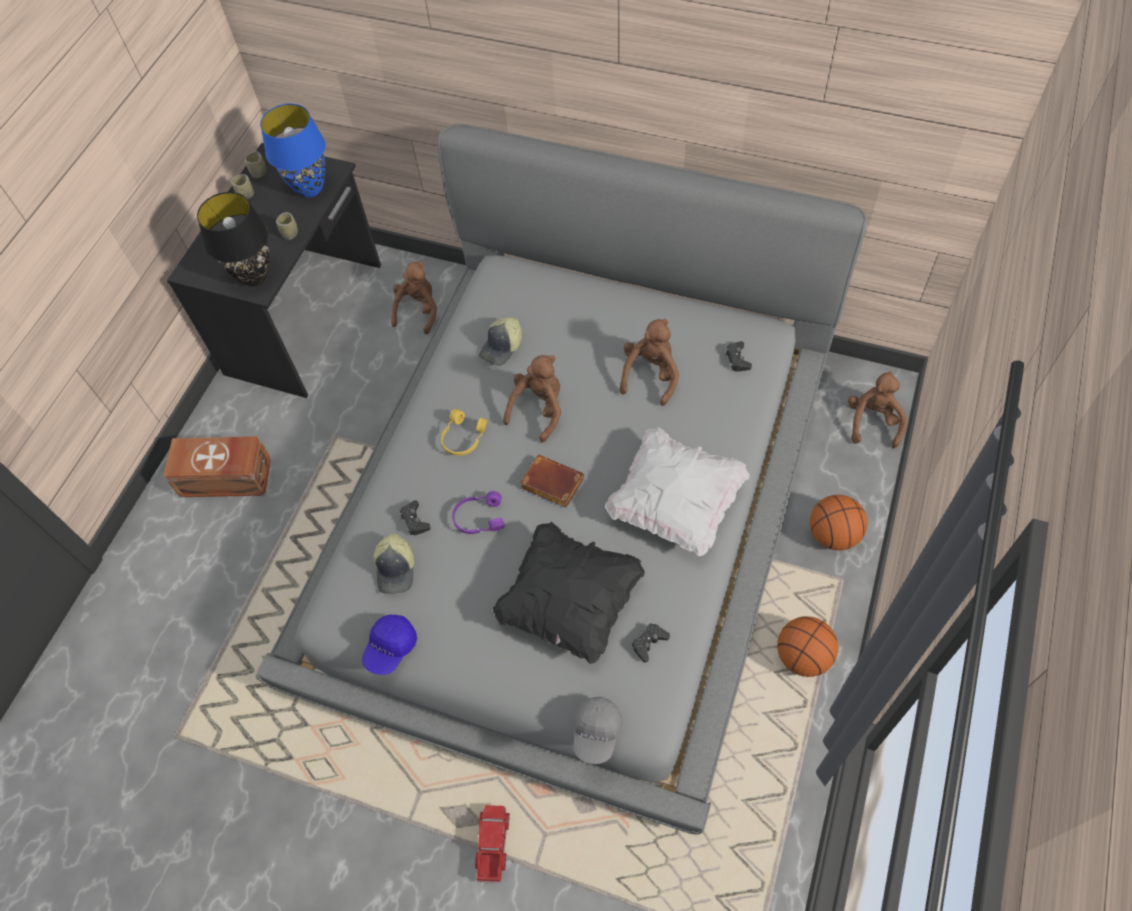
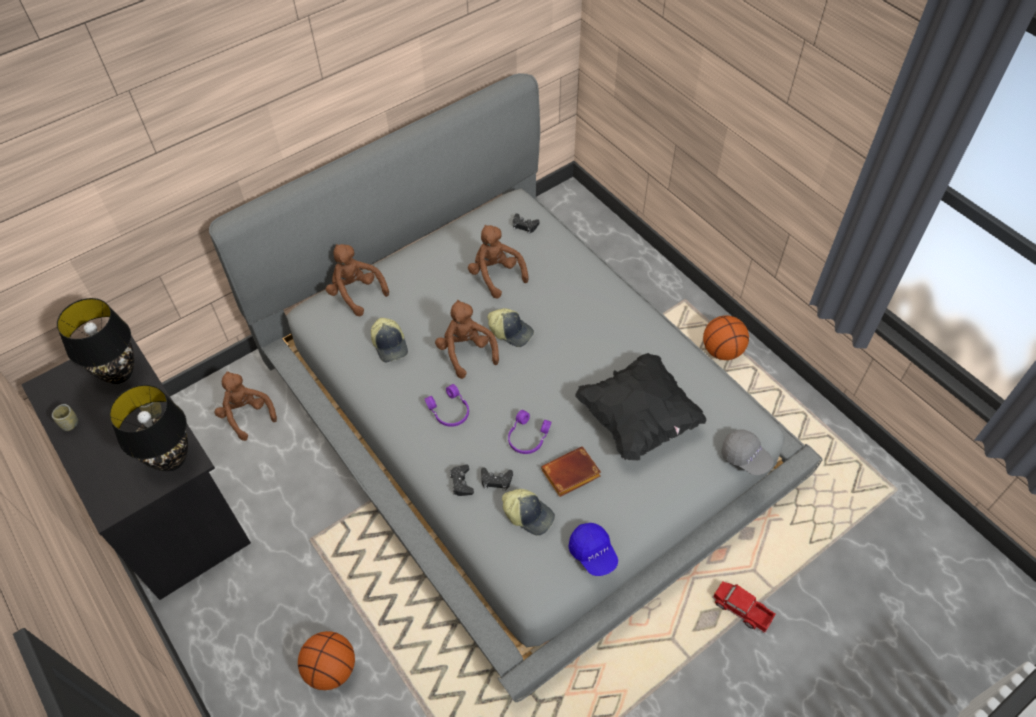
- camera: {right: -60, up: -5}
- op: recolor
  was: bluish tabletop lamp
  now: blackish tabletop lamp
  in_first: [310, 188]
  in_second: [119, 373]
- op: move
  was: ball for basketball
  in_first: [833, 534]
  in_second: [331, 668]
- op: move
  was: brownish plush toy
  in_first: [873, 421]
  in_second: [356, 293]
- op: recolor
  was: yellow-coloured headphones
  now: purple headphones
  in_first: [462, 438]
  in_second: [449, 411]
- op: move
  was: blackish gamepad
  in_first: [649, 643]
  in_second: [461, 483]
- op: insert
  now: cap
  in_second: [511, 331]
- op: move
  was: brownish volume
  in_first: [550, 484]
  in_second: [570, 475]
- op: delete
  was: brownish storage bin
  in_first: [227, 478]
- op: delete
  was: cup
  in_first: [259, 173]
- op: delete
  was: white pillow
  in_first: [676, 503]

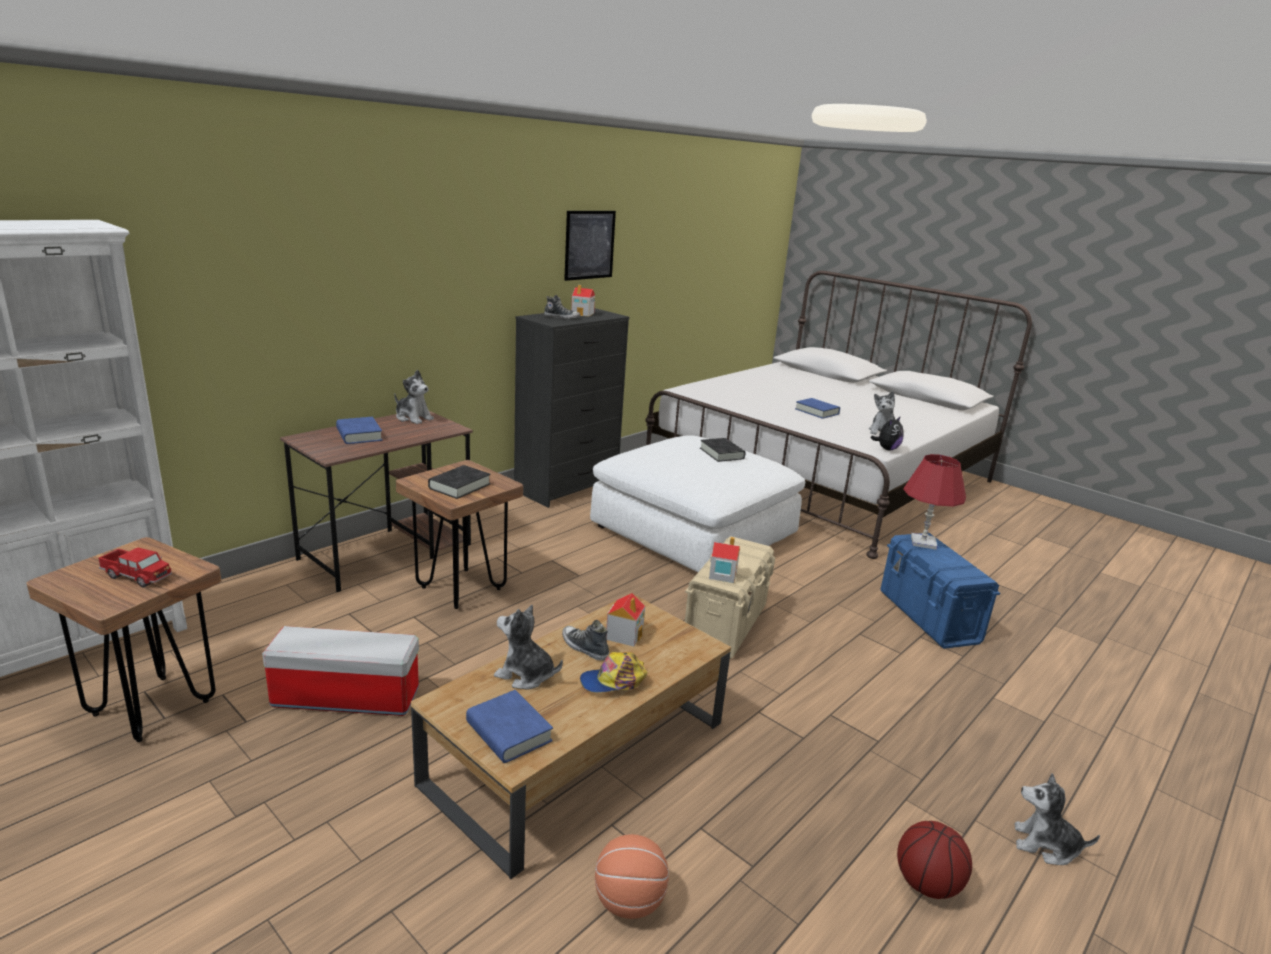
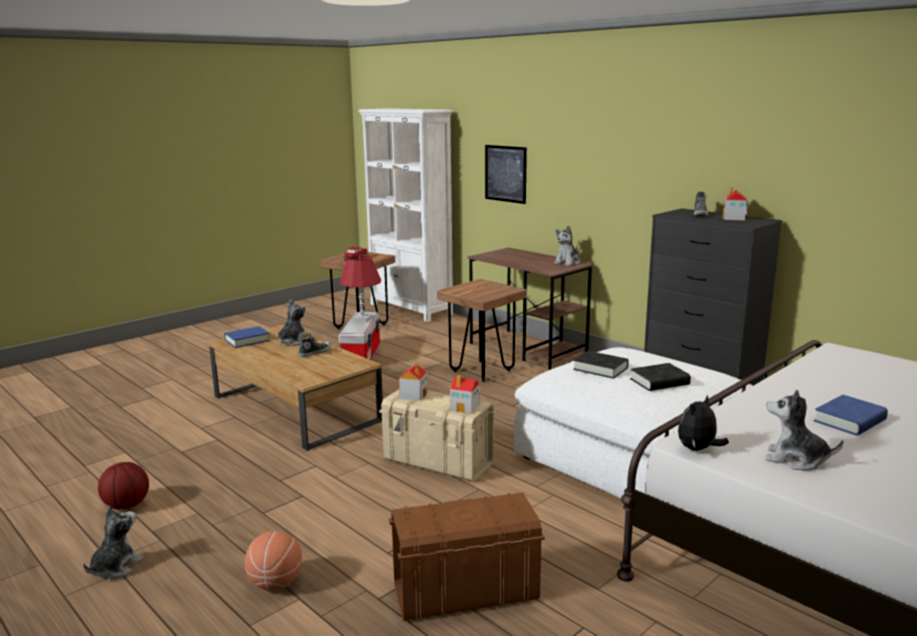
- camera: {right: 95, up: -5}
- op: move
  was: ball for basketball
  in_first: [629, 902]
  in_second: [275, 584]
- op: move
  was: reddish tabletop lamp
  in_first: [923, 542]
  in_second: [362, 318]
- op: recolor
  was: bluish storage bin
  now: brownish storage bin
  in_first: [928, 617]
  in_second: [464, 592]
- op: move
  was: toy house
  in_first: [624, 635]
  in_second: [465, 407]
- op: move
  was: picture
  in_first: [589, 245]
  in_second: [505, 173]
- op: move
  was: blackish volume
  in_first: [459, 486]
  in_second: [600, 368]
- op: rotate
  was: plush toy
  in_first: [886, 449]
  in_second: [698, 449]
  clockwise: 90
- op: delete
  was: bluish volume
  in_first: [359, 435]
- op: delete
  was: cap
  in_first: [613, 681]

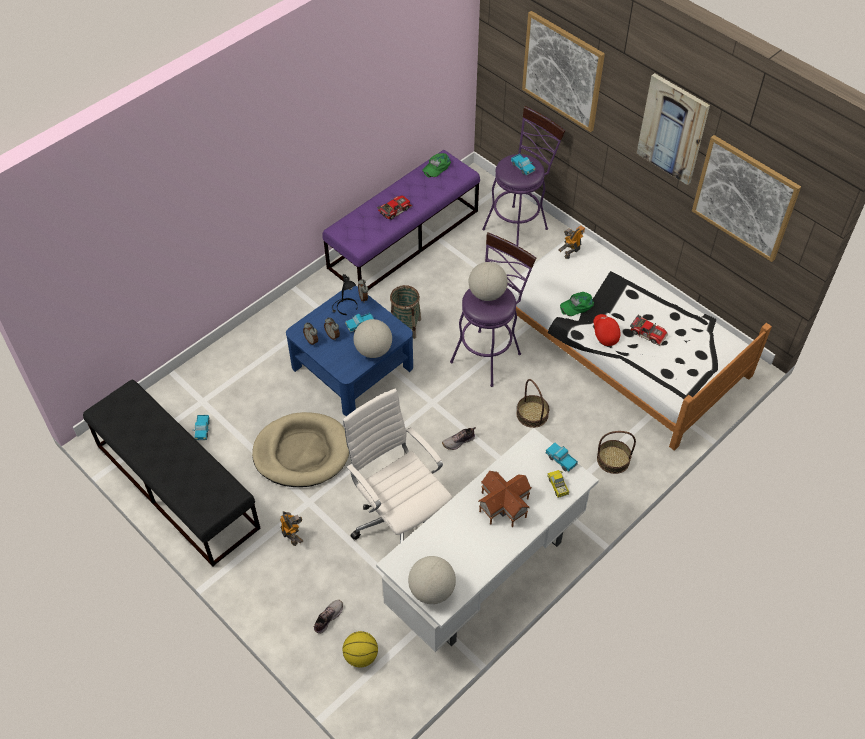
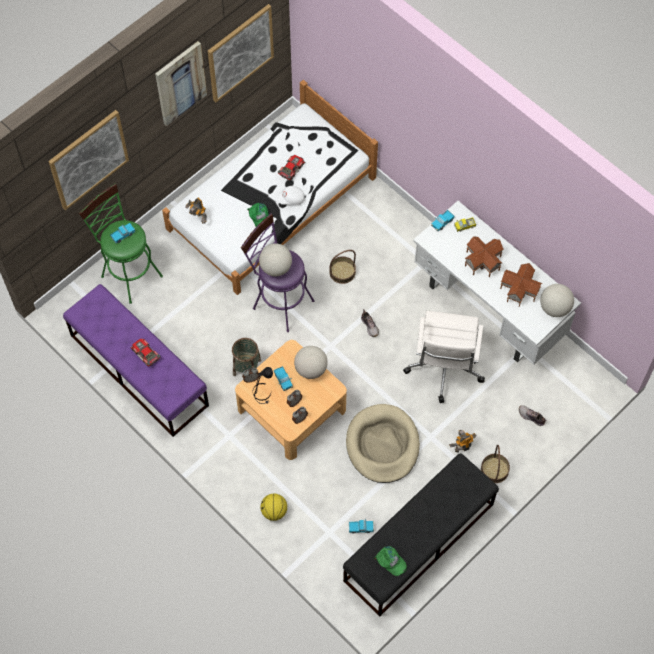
- camera: {right: -90, up: 10}
- op: recolor
  was: purple stool
  now: green-coloured stool
  in_first: [518, 226]
  in_second: [128, 273]
- op: recolor
  was: bluish lounge table
  now: beige lounge table
  in_first: [353, 366]
  in_second: [291, 409]
- op: move
  was: ball for basketball
  in_first: [360, 656]
  in_second: [274, 511]
- op: recolor
  was: reddish cap
  now: white cap
  in_first: [604, 333]
  in_second: [291, 199]
- op: move
  was: green-coloured cap
  in_first: [436, 167]
  in_second: [390, 561]
- op: rotate
  was: white office chair
  in_first: [400, 519]
  in_second: [444, 368]
  clockwise: -45
- op: move
  was: storage basket
  in_first: [613, 459]
  in_second: [494, 470]
- op: insert
  now: toy house
  in_second: [518, 290]

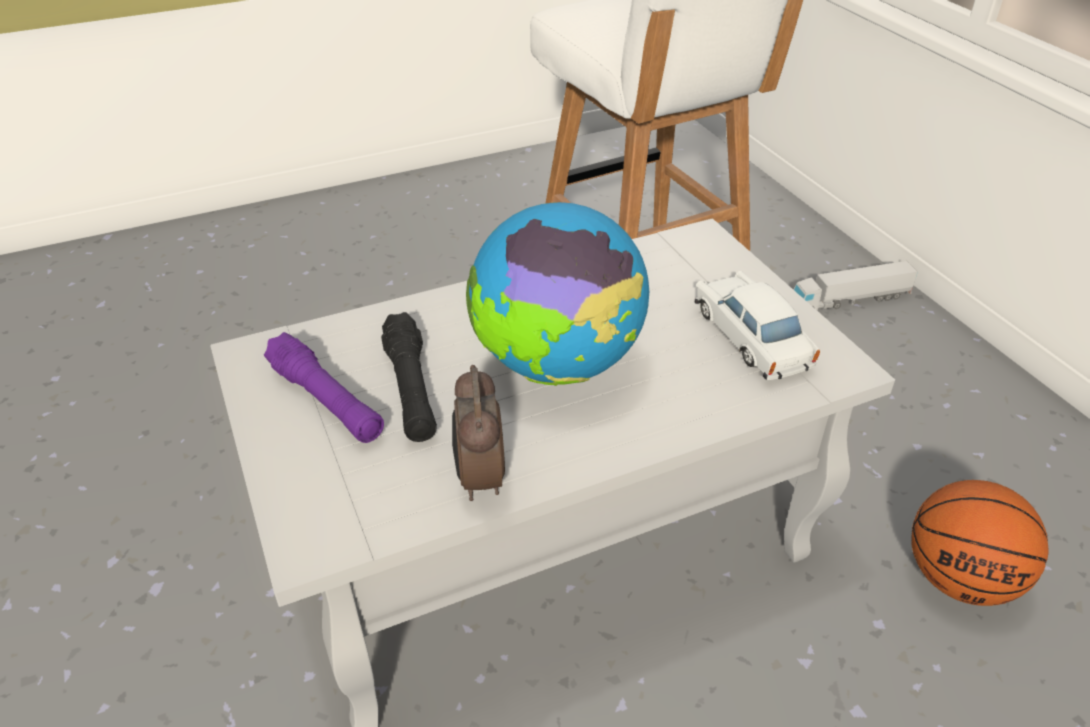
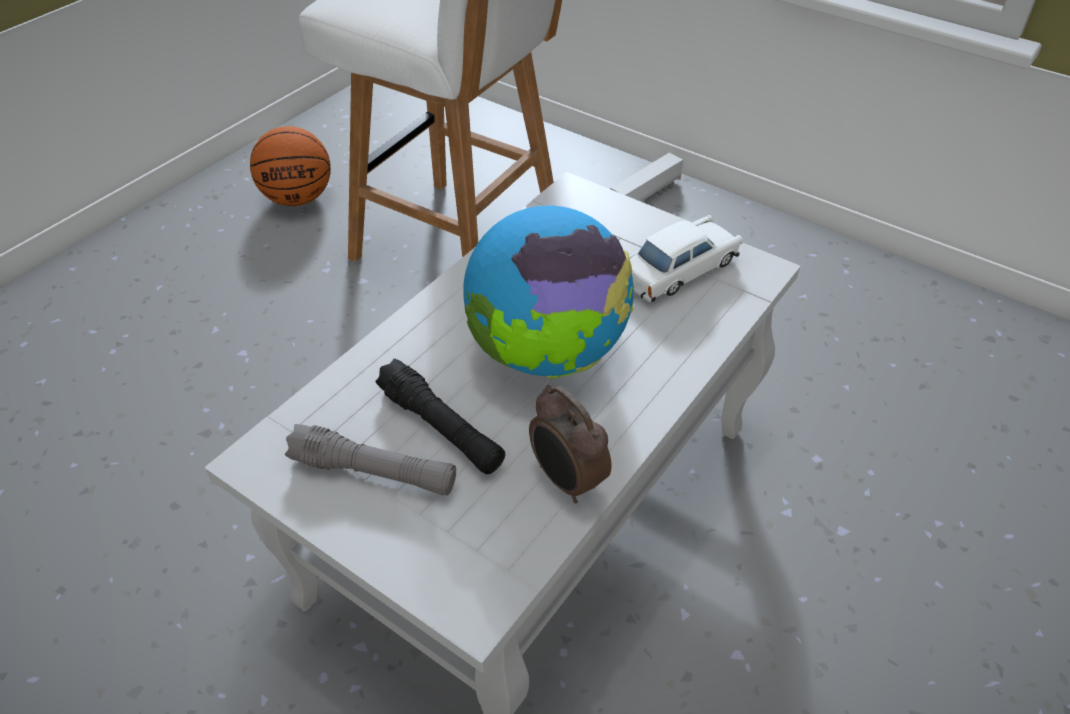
- camera: {right: -30, up: 5}
- op: move
  was: ball for basketball
  in_first: [959, 578]
  in_second: [298, 198]
- op: recolor
  was: purple torch
  now: gray torch
  in_first: [326, 401]
  in_second: [374, 472]
- op: rotate
  was: white model car
  in_first: [751, 338]
  in_second: [677, 270]
  clockwise: 105

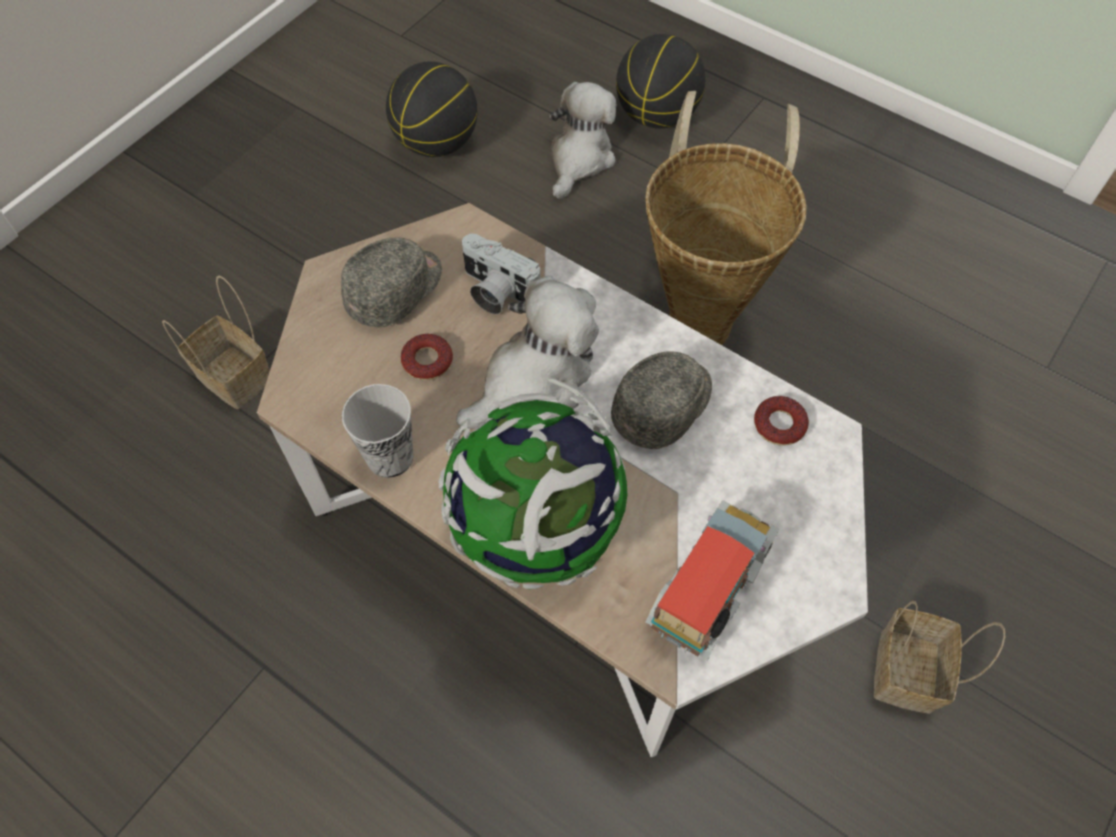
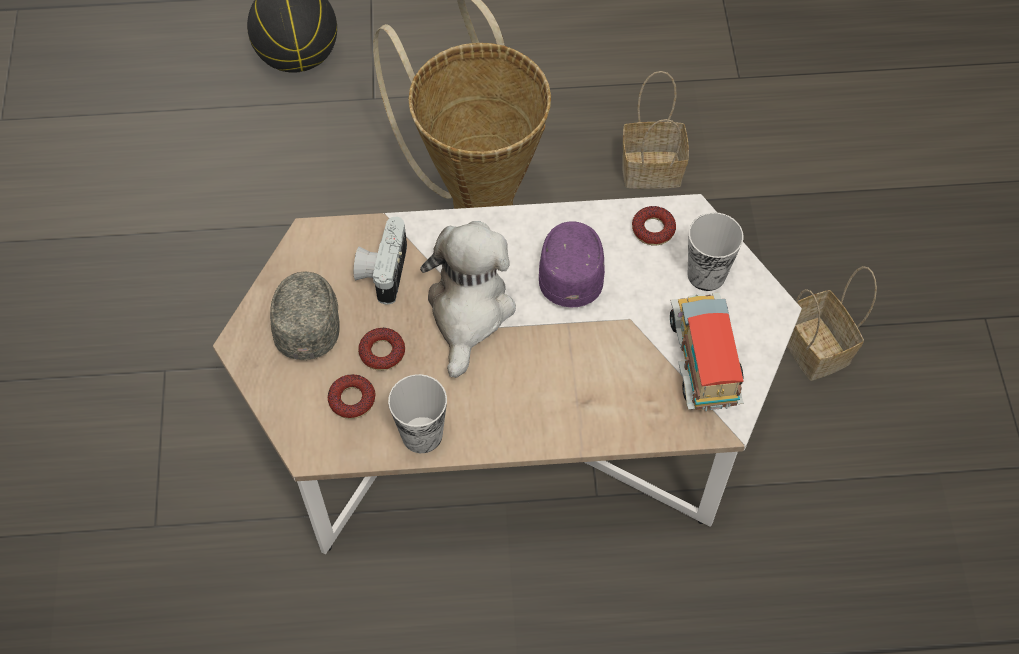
- camera: {right: -40, up: 0}
- op: insert
  now: doughnut
  in_second: [352, 399]
- op: rotate
  was: still camera
  in_first: [495, 292]
  in_second: [382, 270]
  clockwise: 105
- op: recolor
  was: gray cap
  now: purple cap
  in_first: [664, 406]
  in_second: [571, 268]
- op: move
  was: storage basket
  in_first: [237, 377]
  in_second: [653, 168]
- op: insert
  now: cup
  in_second: [706, 274]
- op: delete
  was: ball for basketball
  in_first: [437, 143]
- op: delete
  was: globe
  in_first: [537, 529]
- op: delete
  was: plush toy
  in_first: [579, 159]

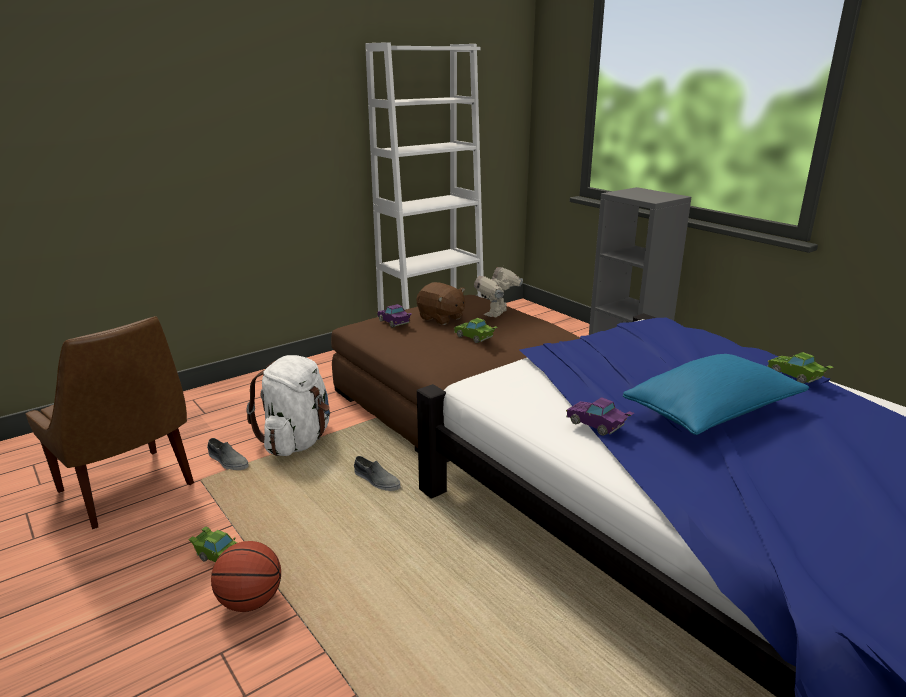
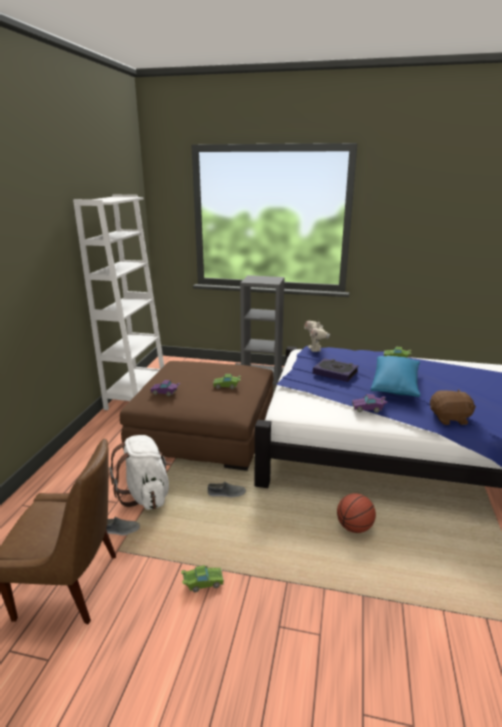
- camera: {right: -40, up: 0}
- op: move
  was: toy robot
  in_first: [497, 314]
  in_second: [315, 349]
- op: insert
  now: volume
  in_second: [335, 373]
- op: move
  was: ball for basketball
  in_first: [250, 601]
  in_second: [354, 527]
- op: move
  was: brownish plush toy
  in_first: [441, 318]
  in_second: [449, 419]

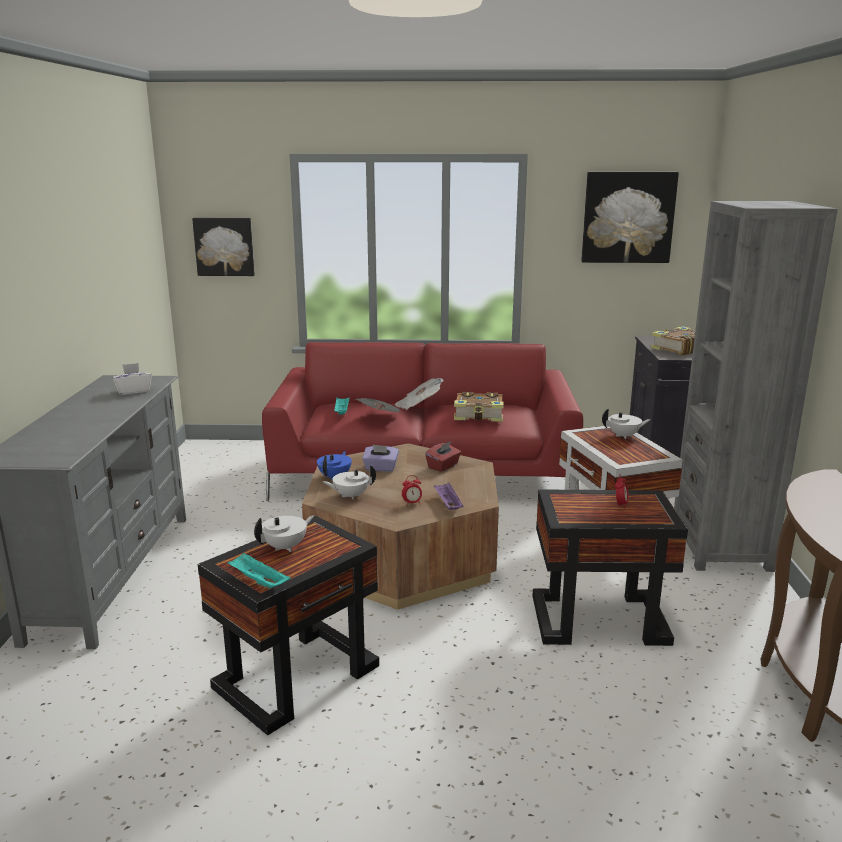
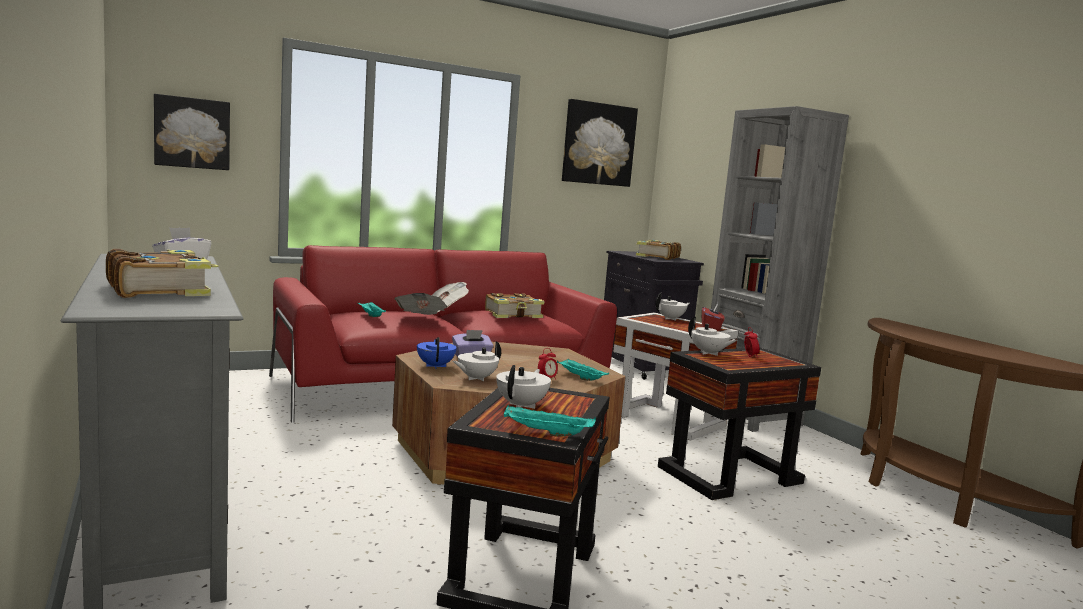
- camera: {right: -30, up: -10}
- op: insert
  now: volume
  in_second: [160, 290]
- op: recolor
  was: purple carrying tray
  now: turquoise carrying tray
  in_first: [447, 504]
  in_second: [580, 378]
- op: insert
  now: white teapot
  in_second: [709, 353]
- op: move
  was: reddish tissue holder
  in_first: [443, 466]
  in_second: [711, 328]

